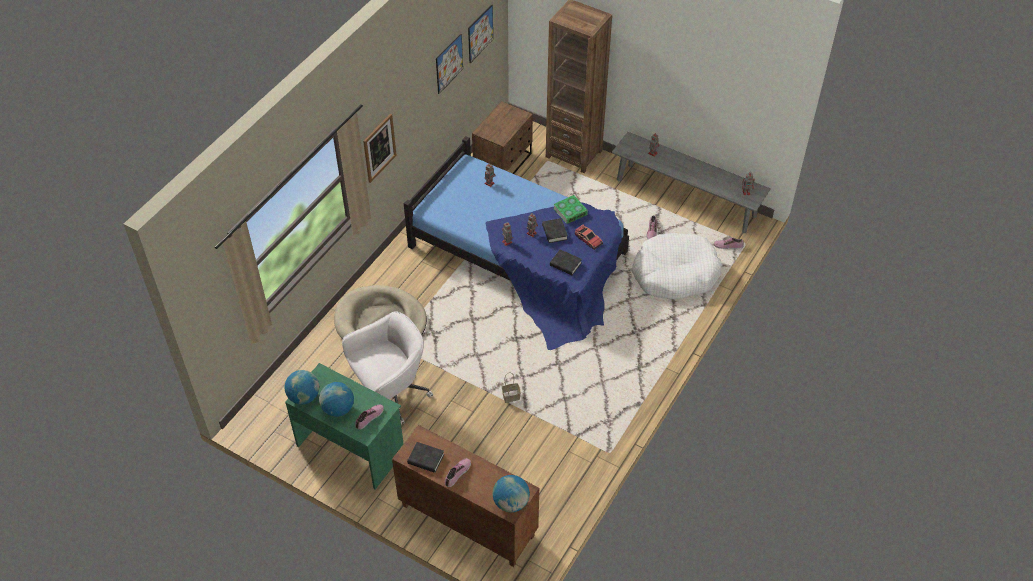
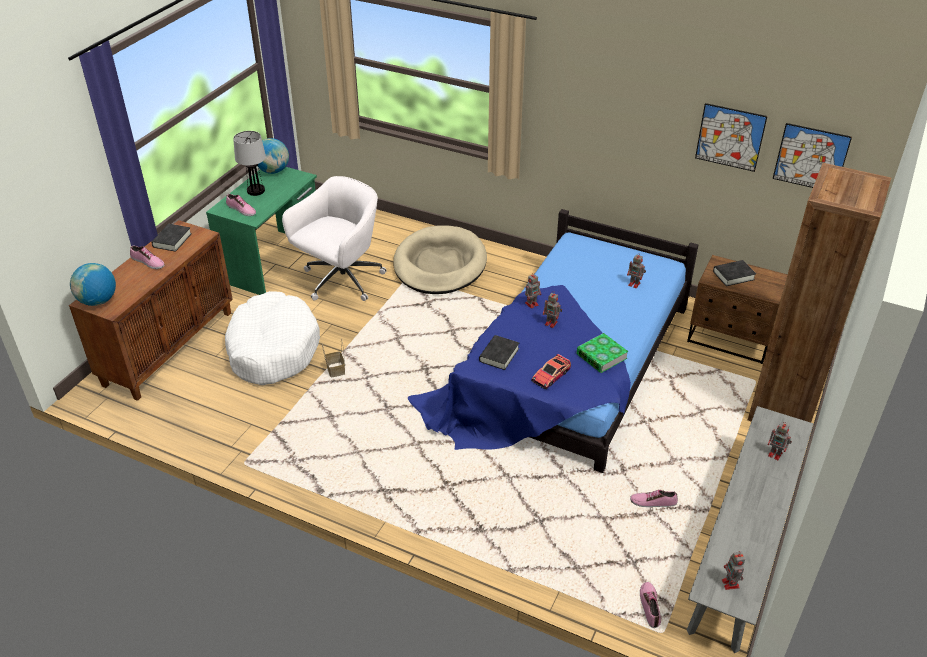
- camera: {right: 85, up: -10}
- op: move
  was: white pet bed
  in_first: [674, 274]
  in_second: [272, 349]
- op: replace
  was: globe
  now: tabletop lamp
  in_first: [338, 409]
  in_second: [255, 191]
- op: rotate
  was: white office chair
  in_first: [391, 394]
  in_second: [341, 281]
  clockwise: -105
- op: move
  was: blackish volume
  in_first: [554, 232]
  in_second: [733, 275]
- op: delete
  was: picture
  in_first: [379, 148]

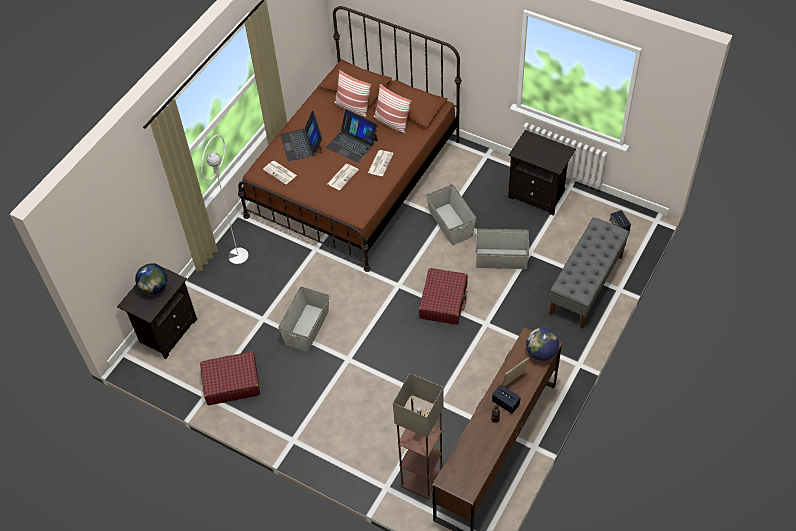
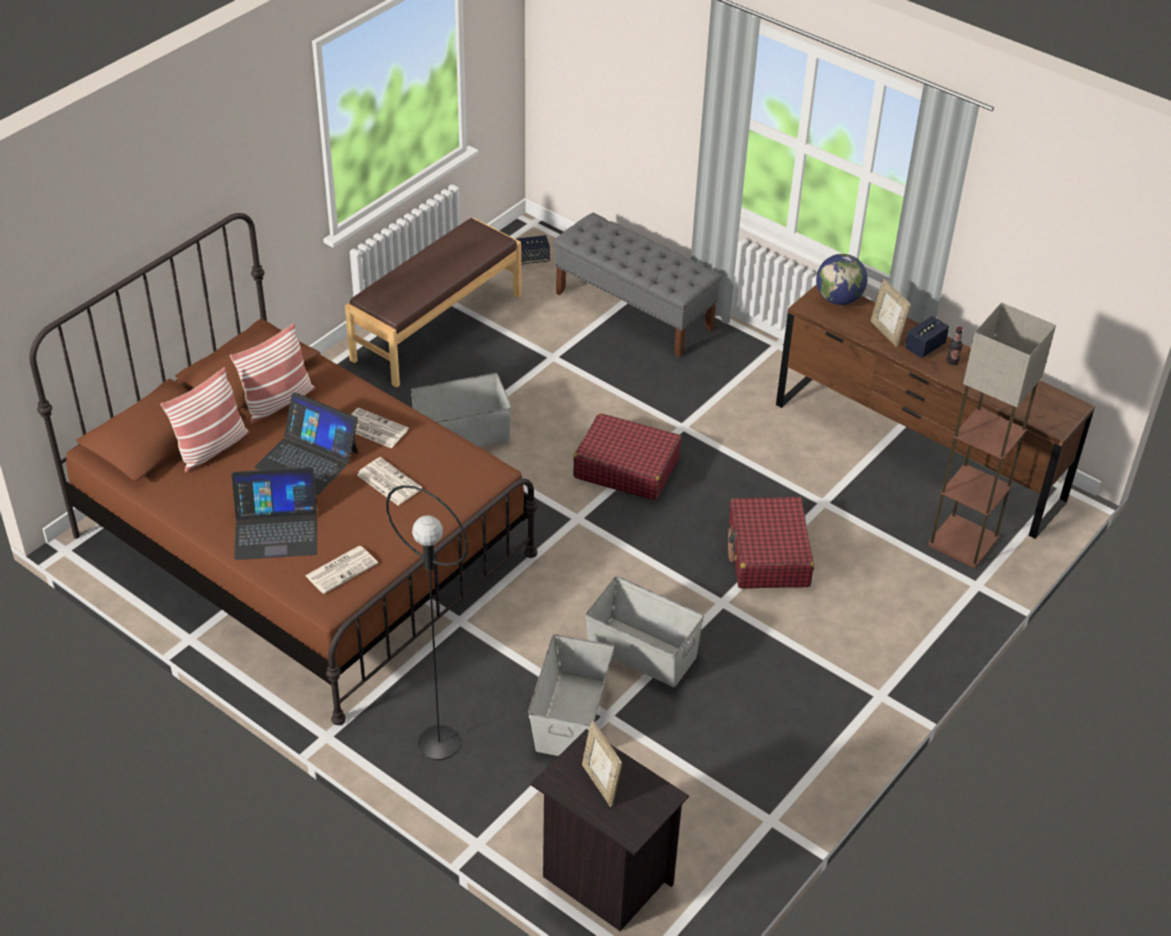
- camera: {right: -85, up: -10}
- op: rotate
  was: laptop
  in_first: [352, 143]
  in_second: [307, 459]
  clockwise: 75
- op: replace
  was: blackish nightstand
  now: brownish indoor bench
  in_first: [538, 195]
  in_second: [436, 327]
- op: recolor
  was: white floor lamp
  now: blackish floor lamp
  in_first: [238, 255]
  in_second: [438, 743]
- op: move
  was: gray storage bin
  in_first: [501, 258]
  in_second: [570, 716]
- op: replace
  was: globe
  now: picture frame
  in_first: [154, 288]
  in_second: [600, 784]
- op: move
  was: reddish suitcase
  in_first: [231, 383]
  in_second: [768, 554]

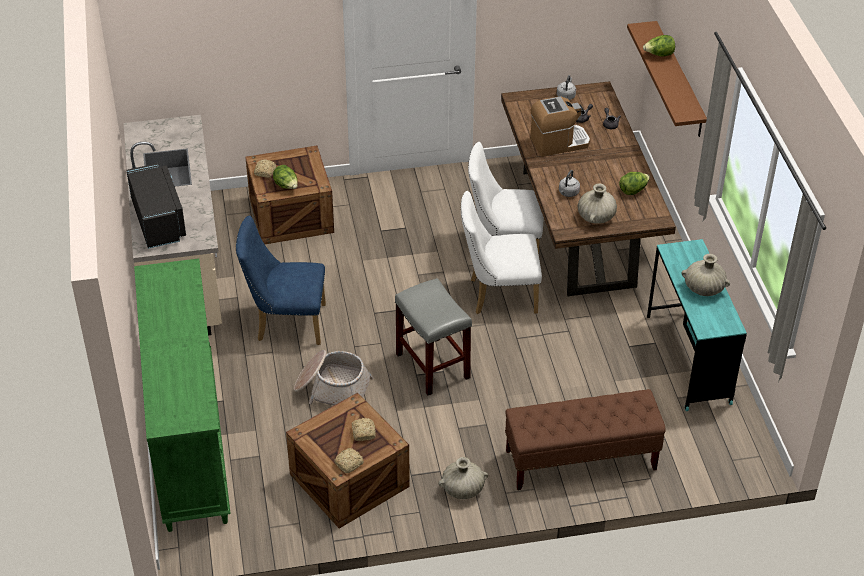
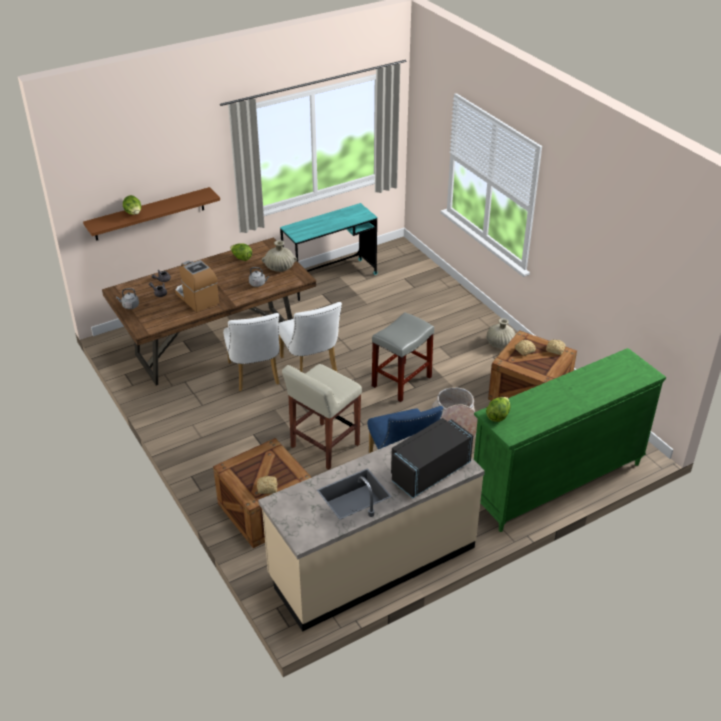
- camera: {right: -110, up: -5}
- op: insert
  now: beige stool
  in_second: [324, 446]
- op: move
  was: lettuce head
  in_first: [286, 186]
  in_second: [498, 416]
- op: delete
  was: brownish indoor bench
  in_first: [580, 460]
- op: delete
  was: beige vase
  in_first: [704, 288]

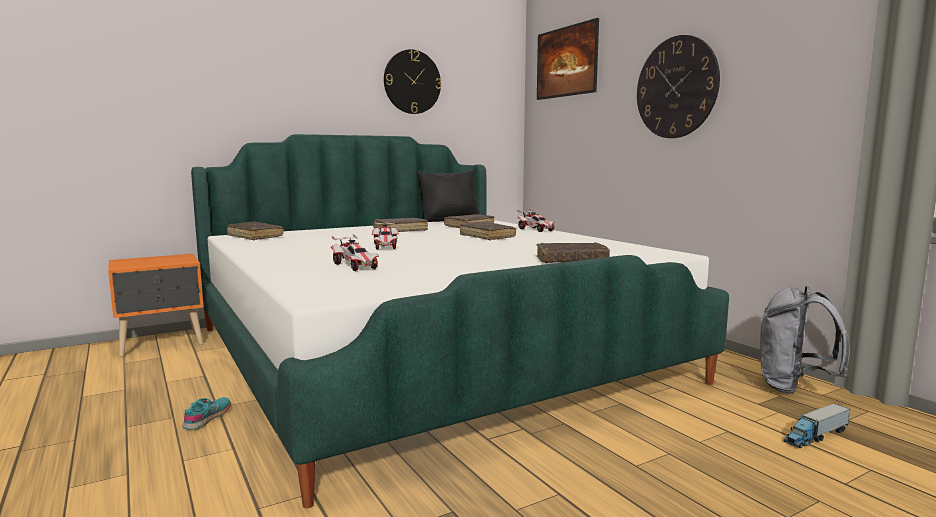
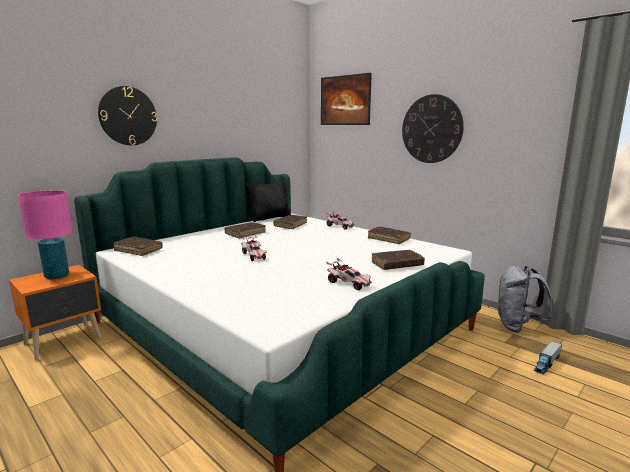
- camera: {right: -15, up: 5}
- op: insert
  now: pink-coloured tabletop lamp
  in_second: [57, 276]
- op: move
  was: hanging clock
  in_first: [412, 82]
  in_second: [128, 116]
- op: move
  was: model car
  in_first: [355, 266]
  in_second: [349, 284]
- op: move
  was: brownish volume
  in_first: [487, 236]
  in_second: [388, 239]
- op: delete
  was: turquoise item of footwear
  in_first: [208, 418]

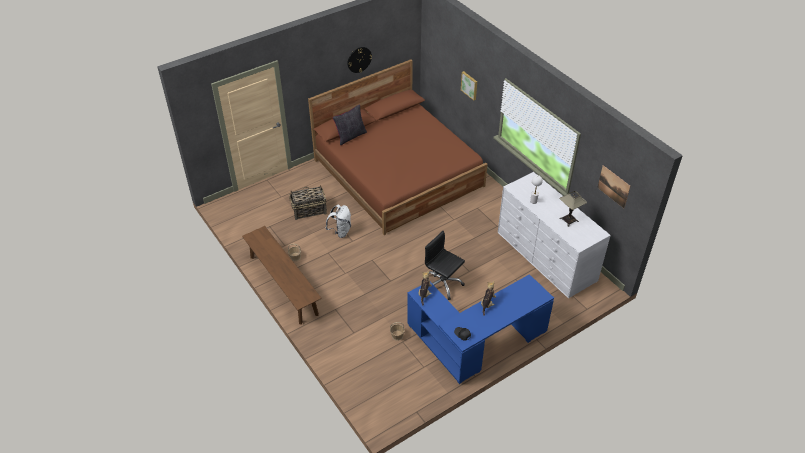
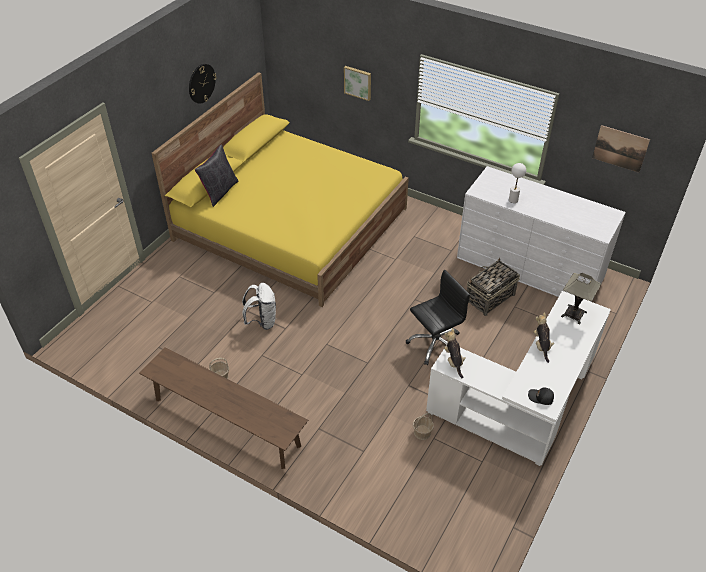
- camera: {right: -25, up: 0}
- op: recolor
  was: brownish sleeping bed
  now: yellow-coloured sleeping bed
  in_first: [398, 172]
  in_second: [291, 224]
- op: rotate
  was: blackish office chair
  in_first: [442, 284]
  in_second: [435, 344]
  clockwise: 135
- op: recolor
  was: bluish desk unit
  now: white desk unit
  in_first: [476, 343]
  in_second: [524, 404]
- op: move
  was: storage basket
  in_first: [308, 210]
  in_second: [489, 298]
- op: move
  was: tabletop lamp
  in_first: [569, 220]
  in_second: [574, 314]

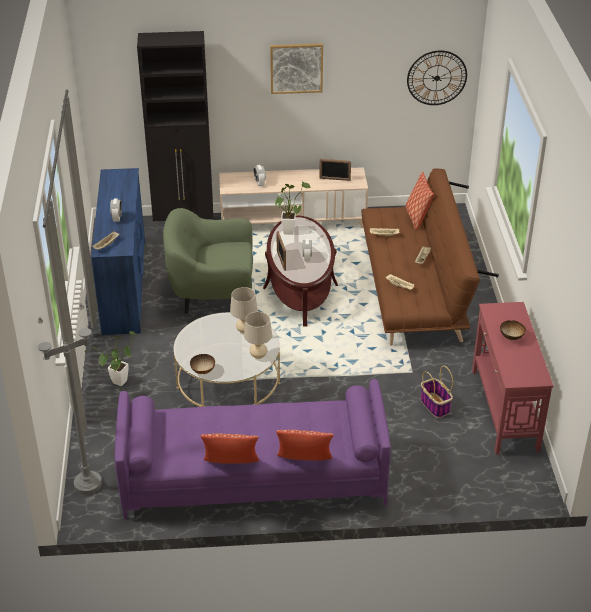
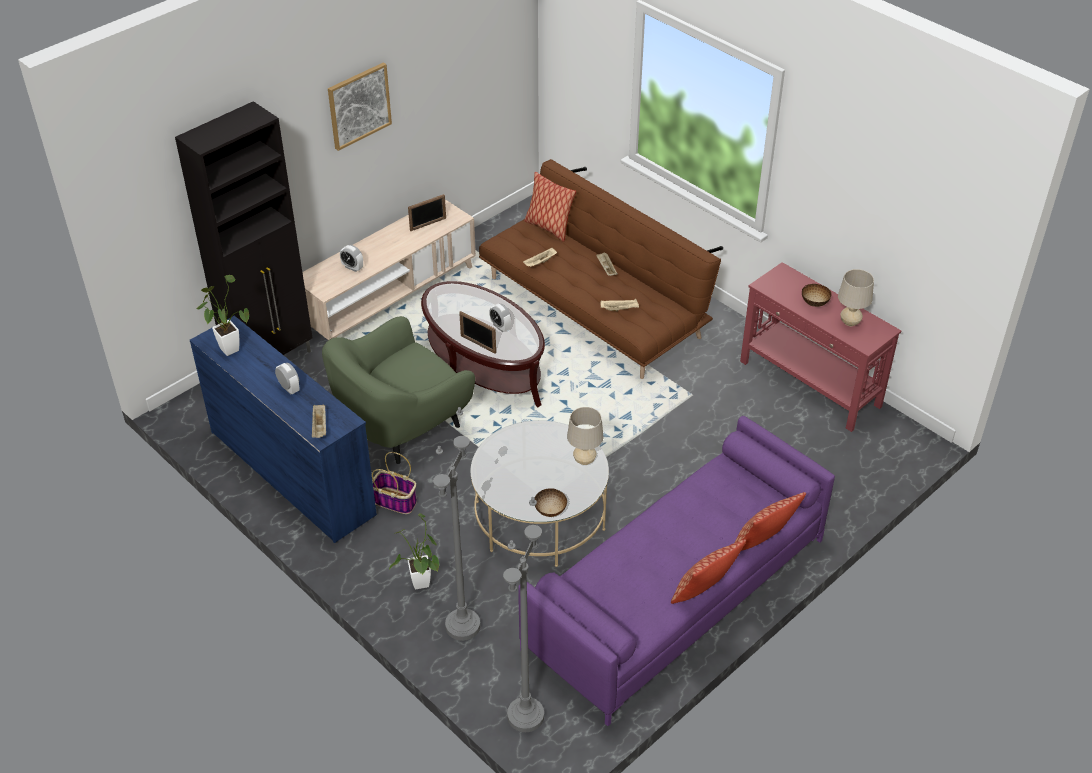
- camera: {right: -40, up: 5}
- op: move
  was: houseplant
  in_first: [289, 230]
  in_second: [228, 347]
- op: move
  was: storage basket
  in_first: [435, 406]
  in_second: [395, 501]
- op: insert
  now: gray floor lamp
  in_second: [463, 626]
- op: move
  was: beige tabletop lamp
  in_first: [244, 330]
  in_second: [850, 322]
- op: delete
  was: hanging clock
  in_first: [437, 78]

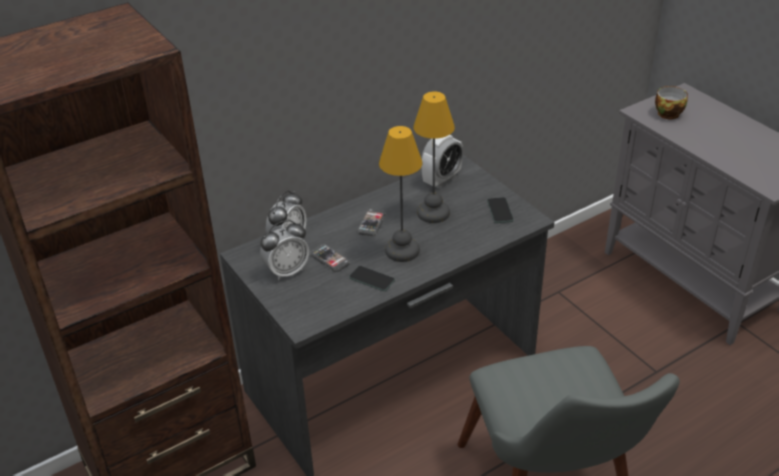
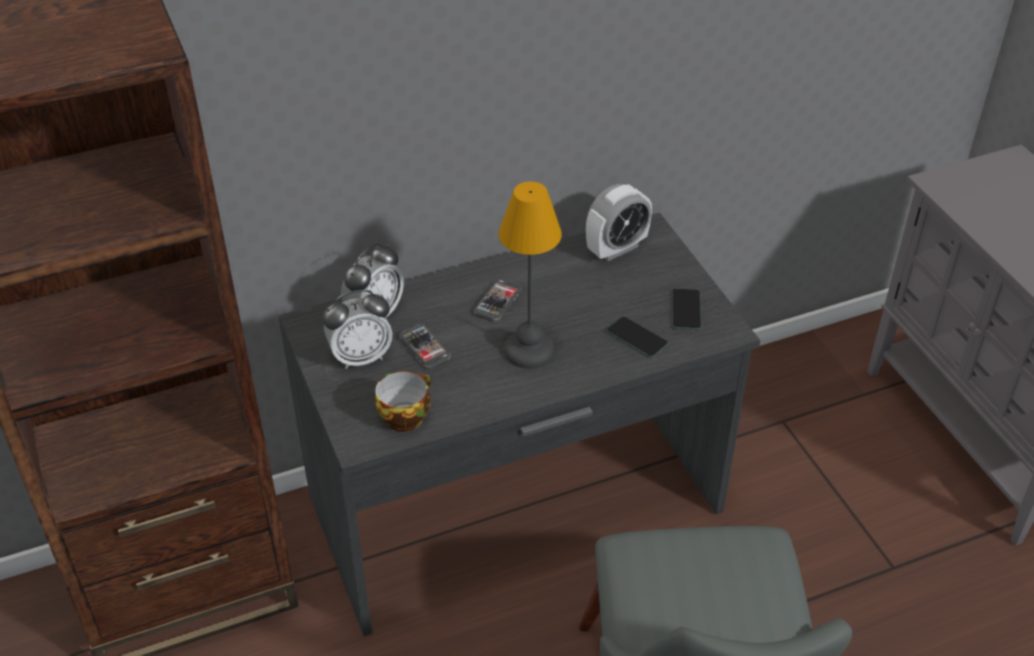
- camera: {right: 10, up: 5}
- op: move
  was: cup
  in_first: [668, 113]
  in_second: [405, 415]
- op: move
  was: handset
  in_first: [372, 279]
  in_second: [637, 338]
- op: delete
  was: tabletop lamp
  in_first: [433, 213]

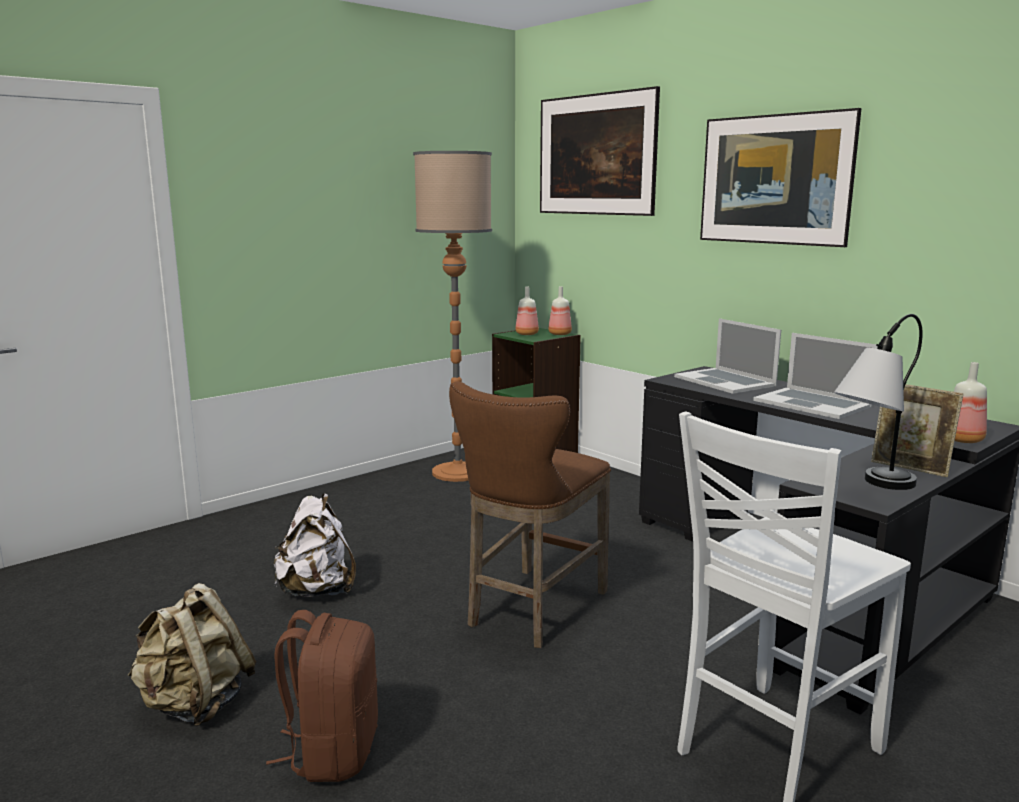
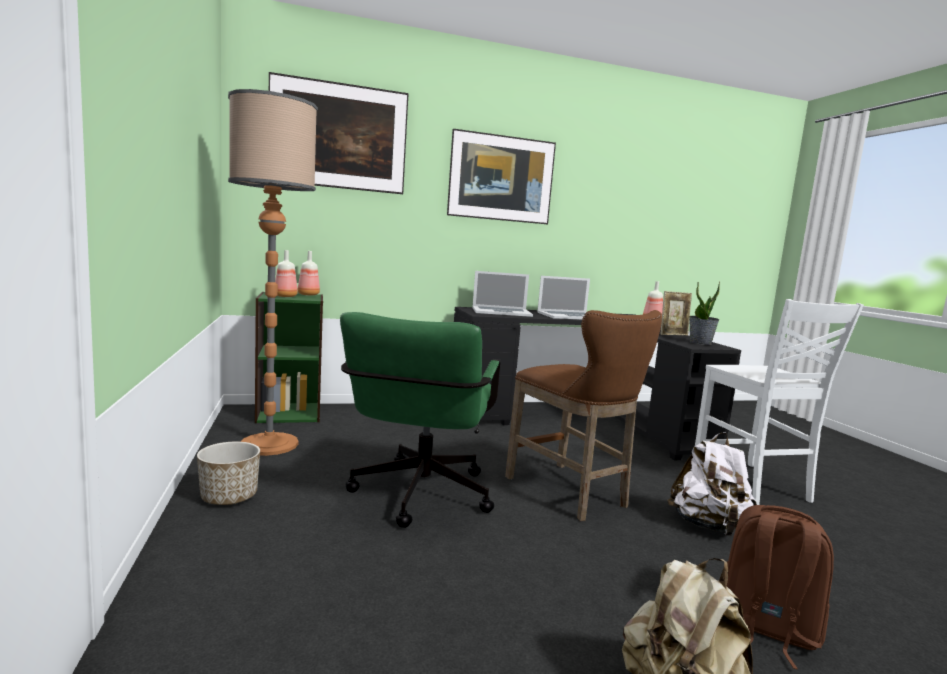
- camera: {right: -65, up: -5}
- op: insert
  now: planter
  in_second: [229, 497]
- op: insert
  now: green-coloured office chair
  in_second: [418, 498]
- op: move
  was: white knapsack
  in_first: [317, 591]
  in_second: [708, 526]
- op: replace
  was: tabletop lamp
  now: houseplant
  in_first: [870, 487]
  in_second: [700, 343]

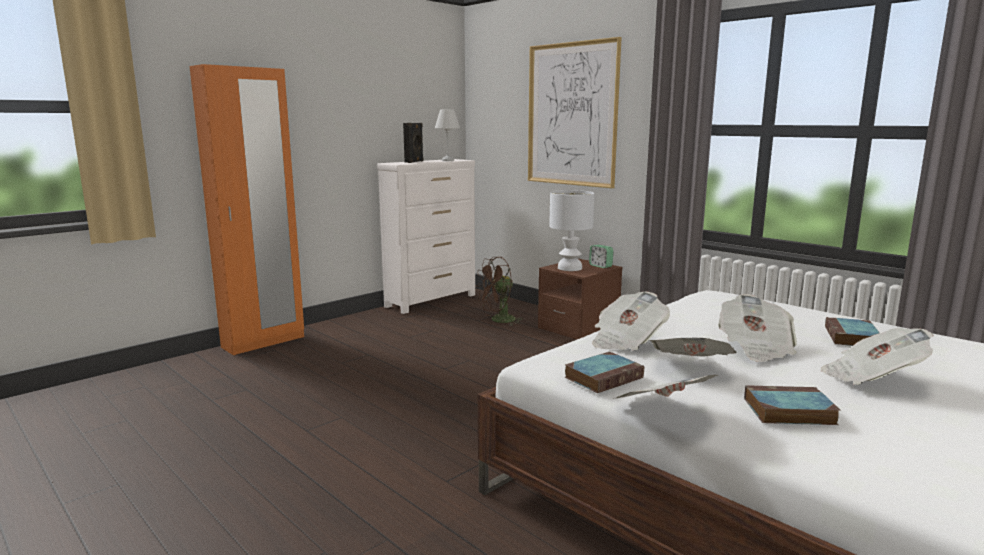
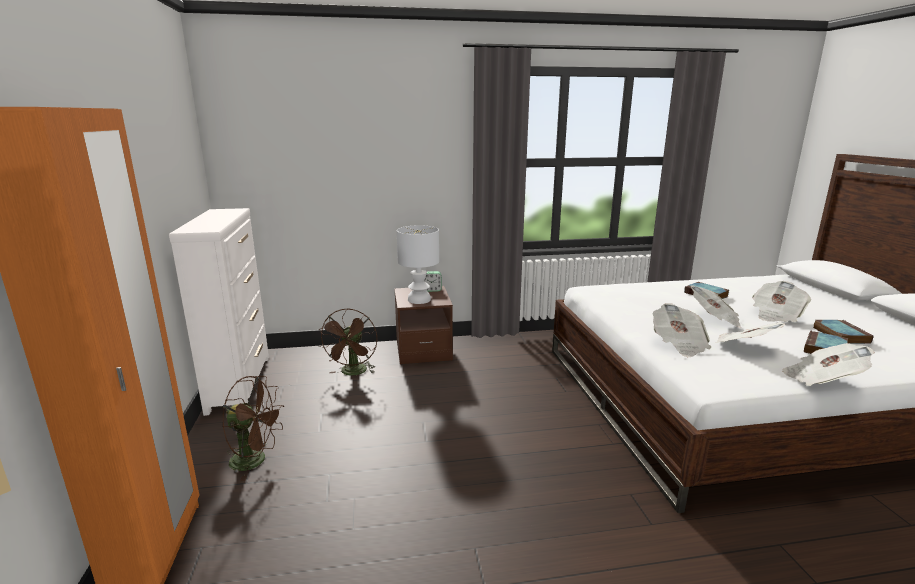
- camera: {right: -55, up: 5}
- op: insert
  now: brownish electric fan
  in_second: [256, 460]
- op: move
  was: volume
  in_first: [604, 377]
  in_second: [839, 334]
- op: delete
  was: blackish audio speaker
  in_first: [414, 162]
- op: delete
  was: white tabletop lamp
  in_first: [448, 160]
- op: delete
  was: picture
  in_first: [572, 115]

